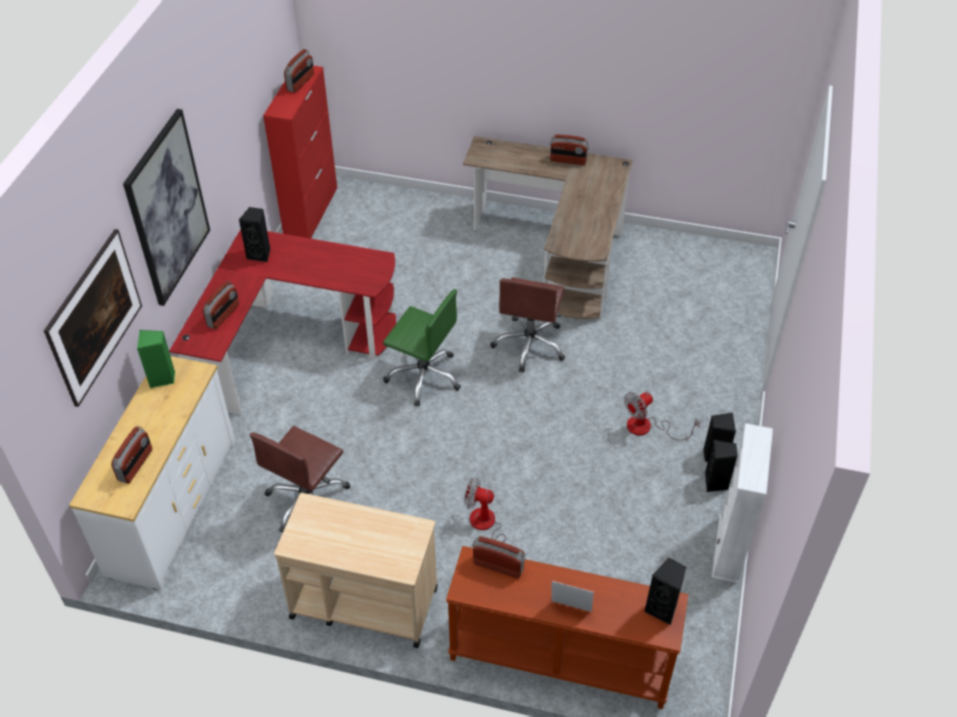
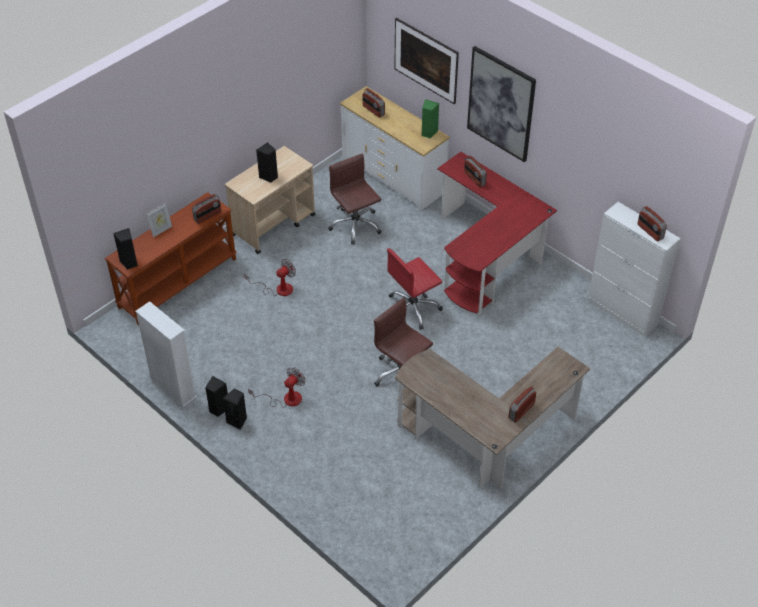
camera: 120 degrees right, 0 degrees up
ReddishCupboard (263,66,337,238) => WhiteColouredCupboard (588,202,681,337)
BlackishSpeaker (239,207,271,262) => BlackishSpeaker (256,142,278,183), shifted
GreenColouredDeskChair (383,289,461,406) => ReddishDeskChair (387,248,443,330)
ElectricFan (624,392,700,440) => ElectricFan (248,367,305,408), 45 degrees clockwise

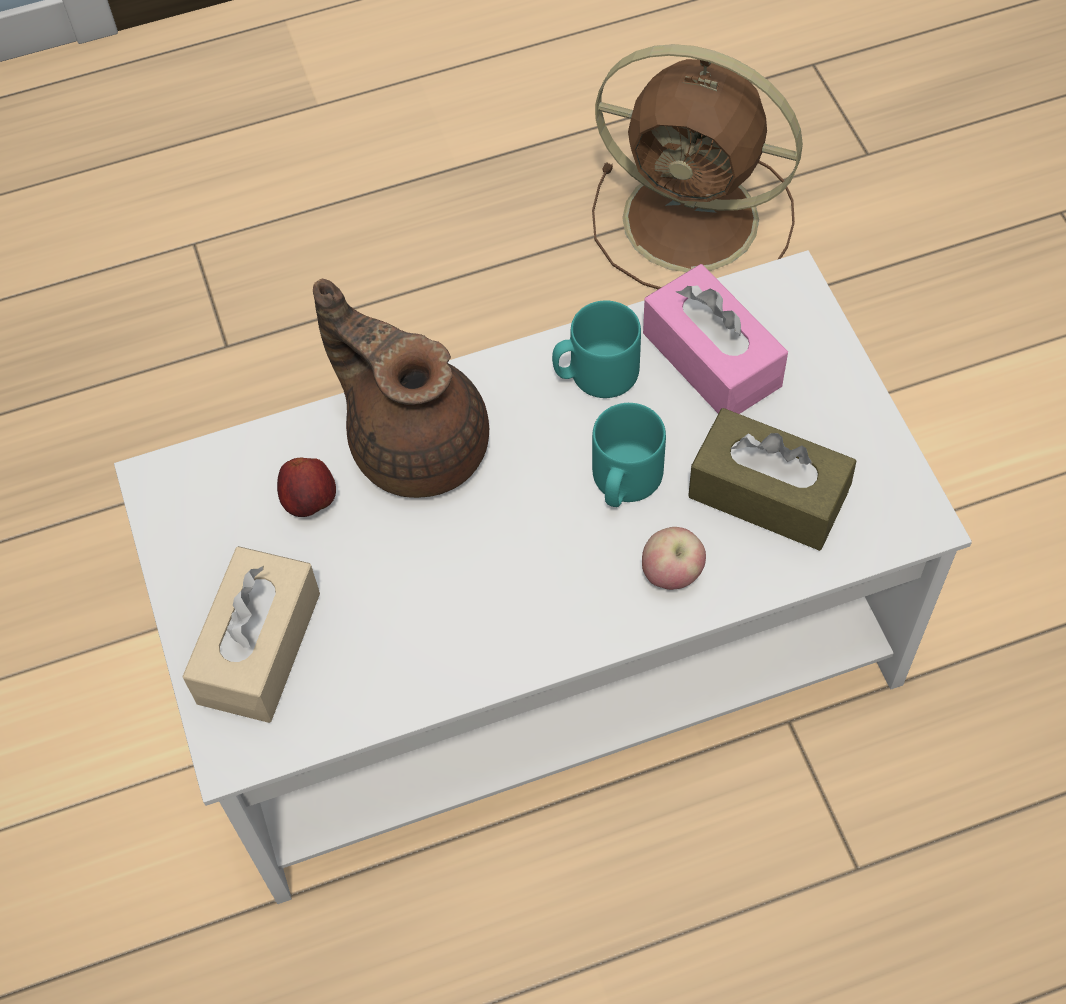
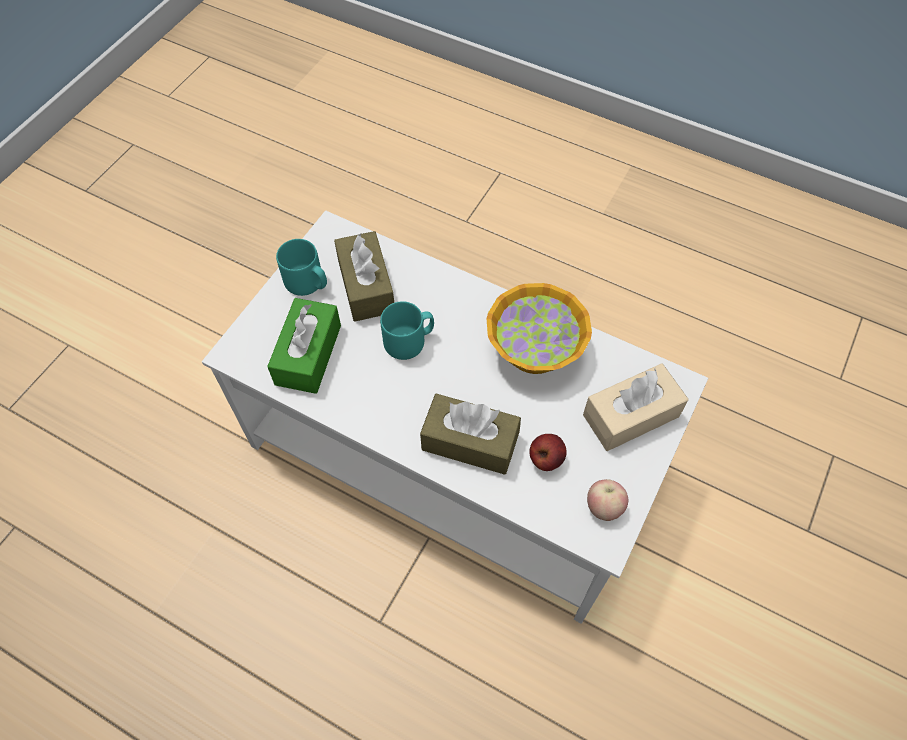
camera: 135 degrees left, 0 degrees up
BrownElectricFan (592,44,803,289) => nothing
PinkColouredTissueBox (643,264,788,414) => GreenColouredTissueBox (267,298,341,394)
BrownPotForTea (313,279,489,498) => BrownTissueBox (420,394,521,475)
TurquoiseCoffeeMug (552,300,641,398) => TurquoiseCoffeeMug (276,239,327,296), shifted
AppleFruit (642,527,706,590) => AppleFruit (587,479,628,521), shifted
nothing => DeepDish (487,283,592,374)

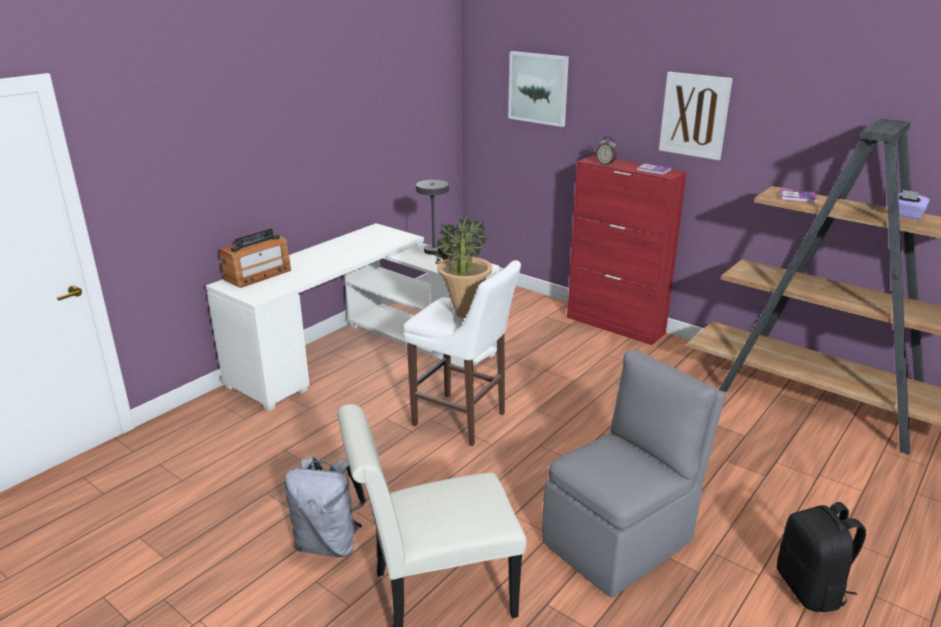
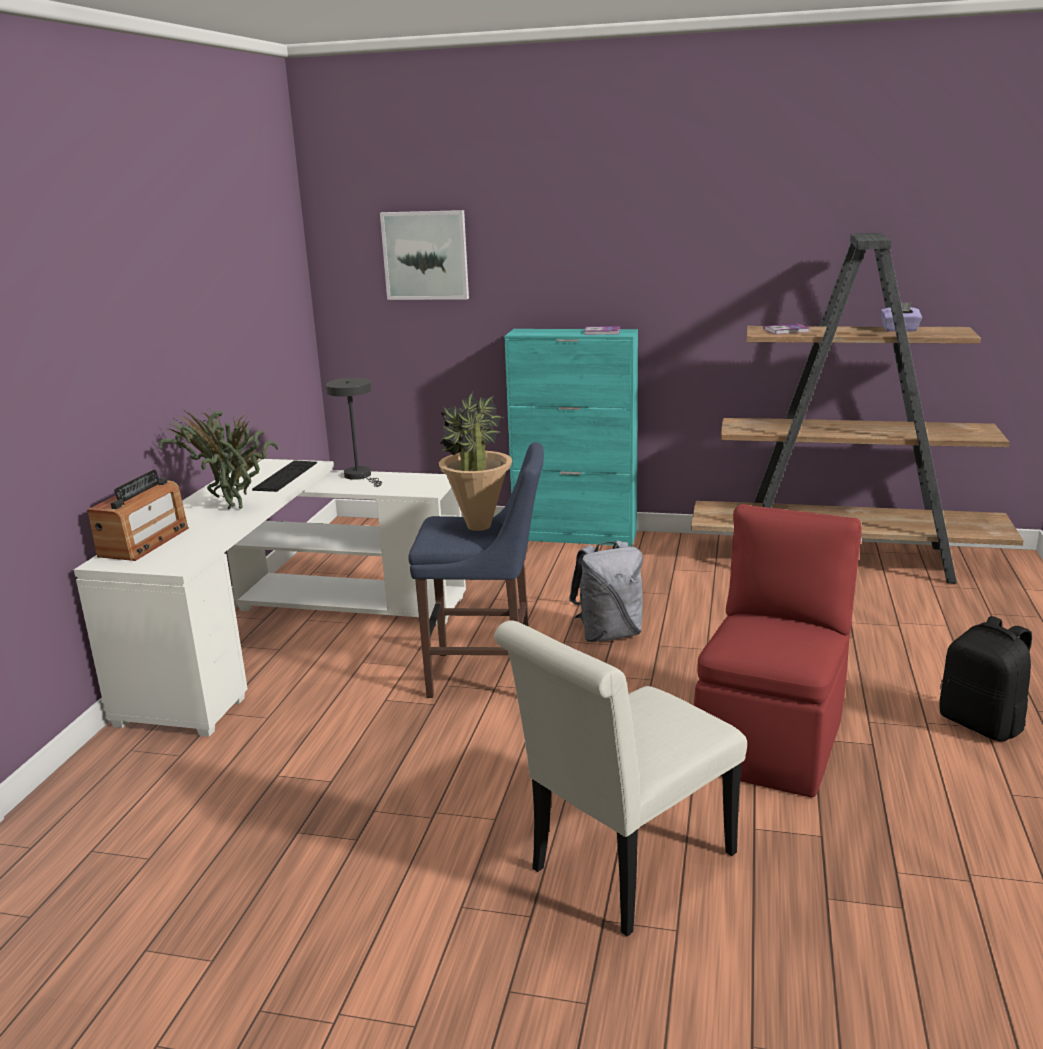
camera: 25 degrees left, 5 degrees down
WallArt (659,72,733,160) => nothing
AlarmClock (596,137,617,166) => nothing
ReddishCupboard (567,155,687,345) => TurquoiseCupboard (504,329,638,546)
WhiteColouredStoolSeat (403,260,521,446) => BlueColouredStoolSeat (408,442,544,698)
GreyUprightChair (542,349,726,597) => ReddishUprightChair (694,504,862,797)
GreyRucksack (284,457,366,557) => GreyRucksack (569,540,643,642), shifted
nothing => PlantInAPot (158,409,278,509)
nothing => PcKeyboard (252,460,317,492)

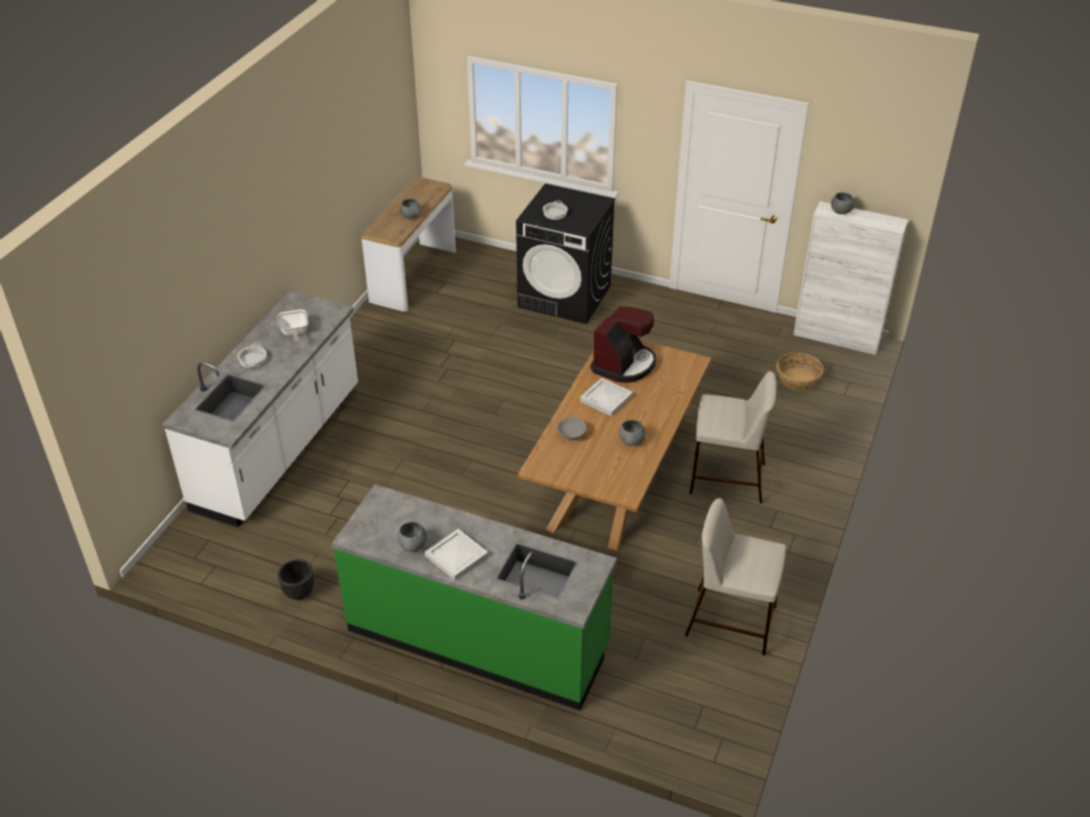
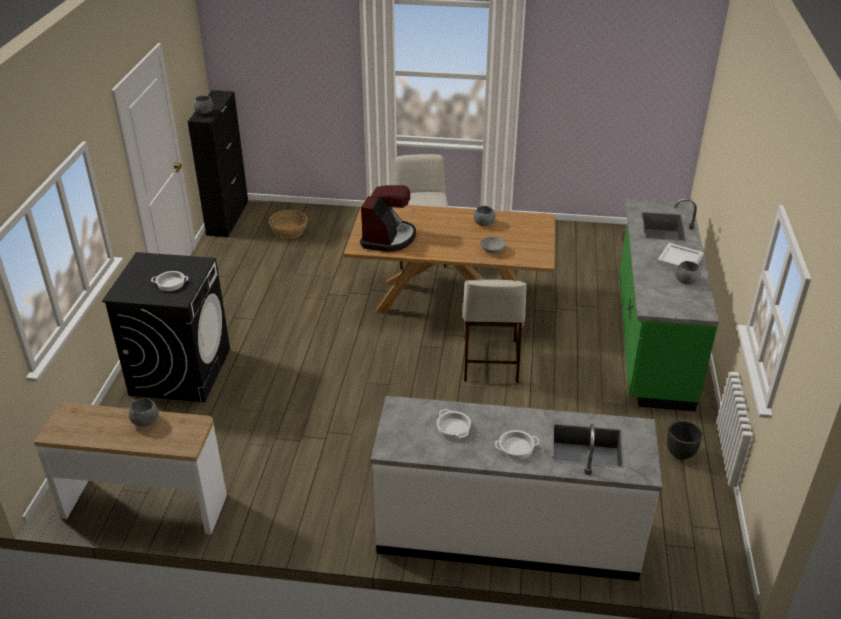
camera: 105 degrees left, 5 degrees down
WhiteColouredCupboard (793,201,908,355) => BlackishCupboard (188,90,248,237)
CoffeeMachine (590,306,656,383) => CoffeeMachine (360,185,416,252), 90 degrees clockwise
Pan (277,309,308,343) => CookingPot (436,409,471,439)
WhiteColouredCarryingTray (580,378,633,417) => nothing
BeigeColouredStoolSeat (685,498,786,656) => BeigeColouredStoolSeat (463,280,527,383), shifted

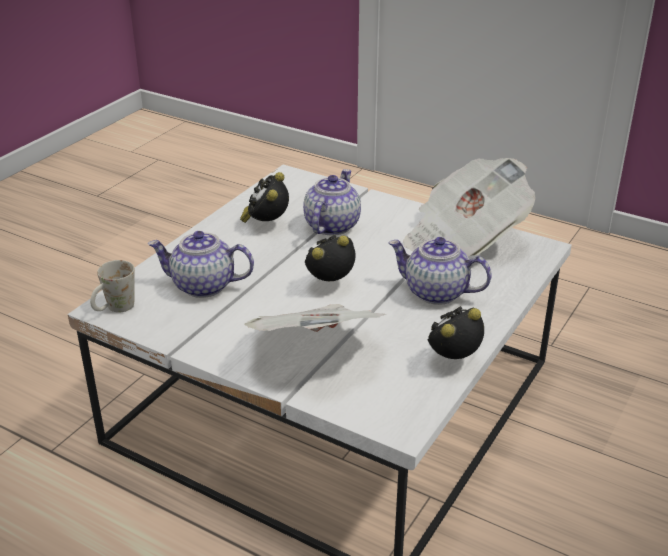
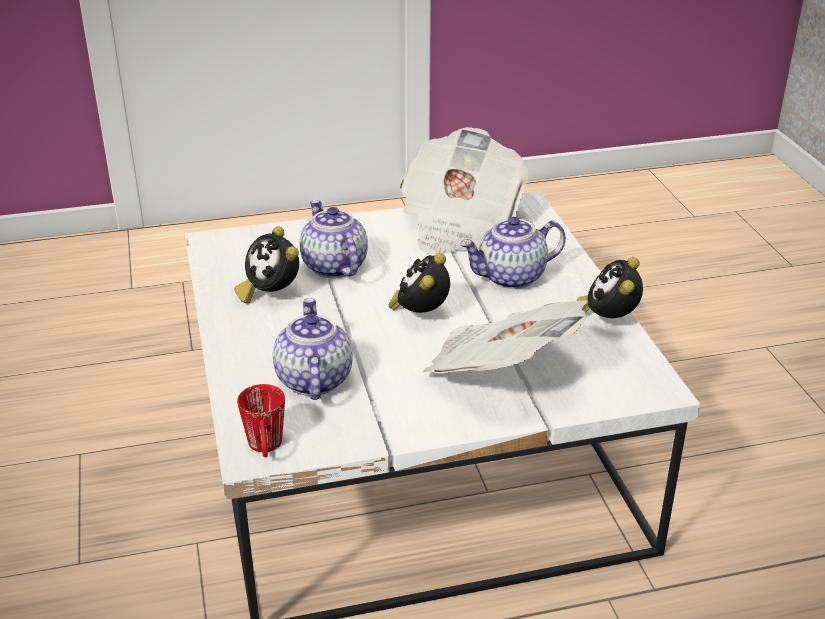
camera: 45 degrees left, 0 degrees up
PotForTea (148,231,254,298) => PotForTea (273,298,353,400), 120 degrees clockwise
WhiteColouredCoffeeMug (90,260,135,313) => ReddishCoffeeMug (237,384,285,457)

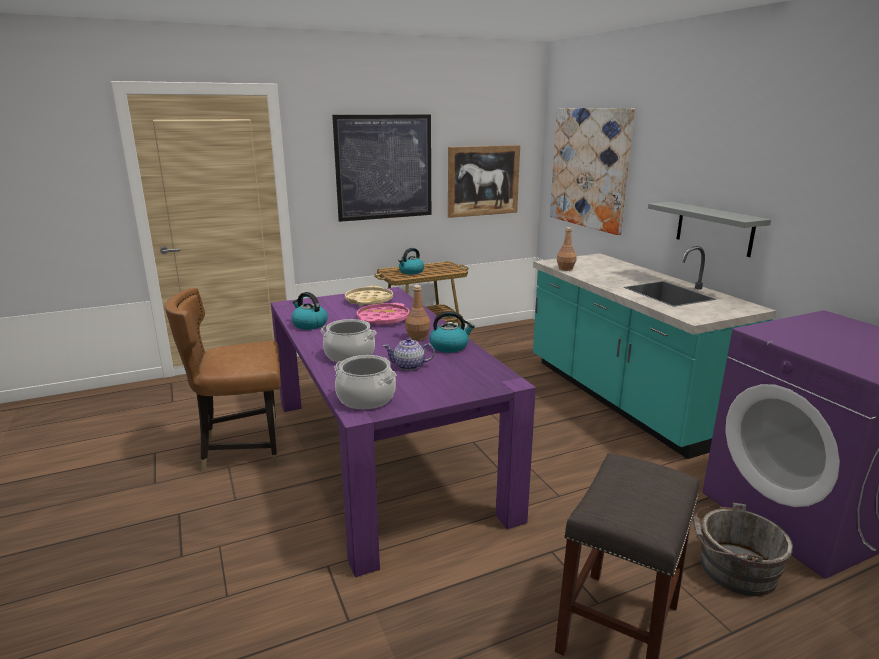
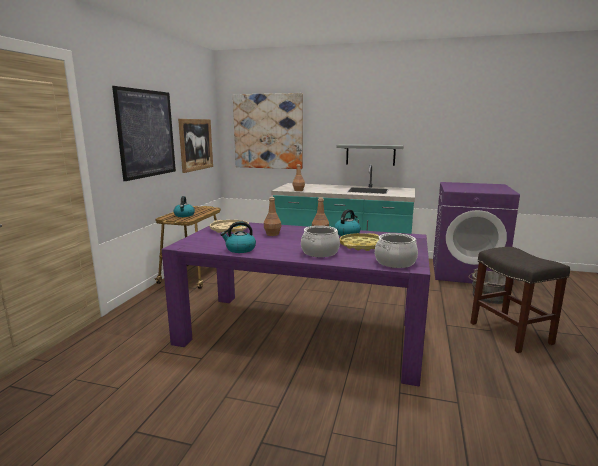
camera: 50 degrees left, 5 degrees down
BrownUprightChair (165,288,281,472) => nothing
PinkColouredCarryingTray (357,303,410,325) => BrownDrinkBottle (264,197,281,236)
PotForTea (383,338,435,370) => YellowCarryingTray (340,233,379,251)

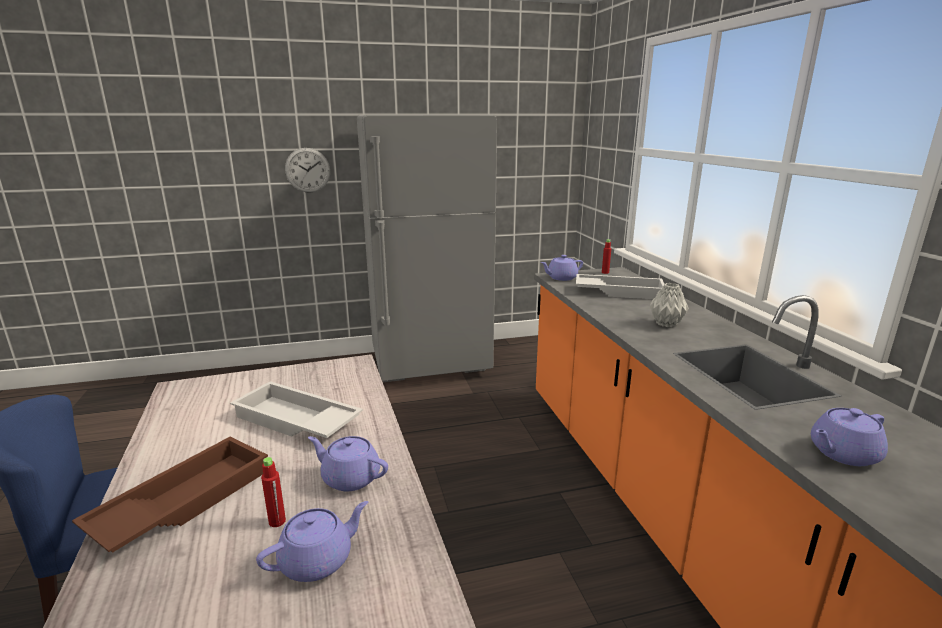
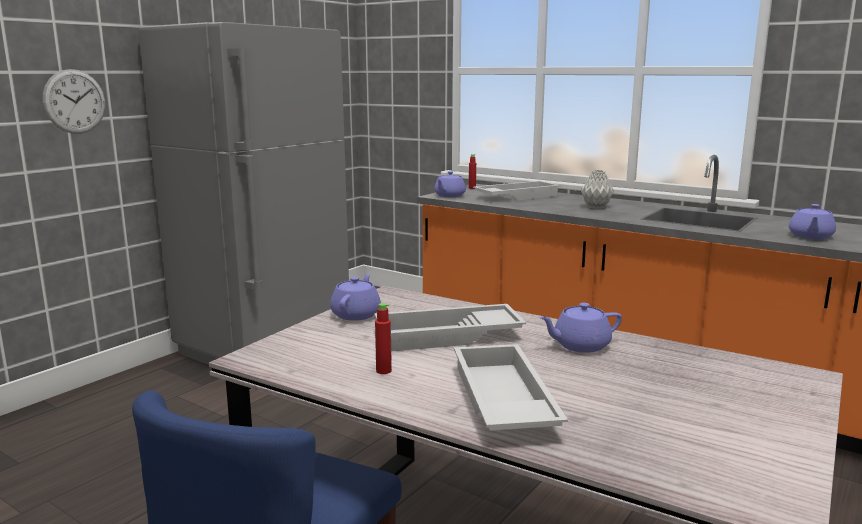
camera: 40 degrees left, 5 degrees down
BrownCarryingTray (72,436,268,553) => WhiteColouredCarryingTray (454,344,568,431)
ReddishDrinkBottle (261,457,286,527) => ReddishDrinkBottle (375,303,392,374), shifted
PurplishPotForTea (256,501,368,582) => PurplishPotForTea (330,274,381,321), shifted

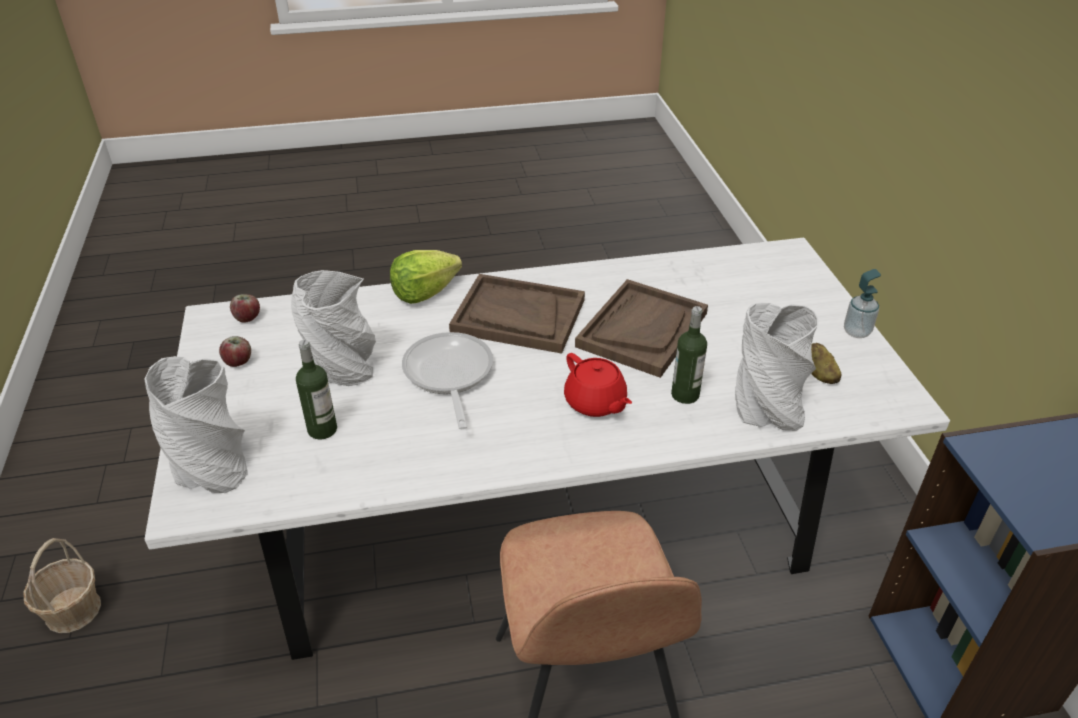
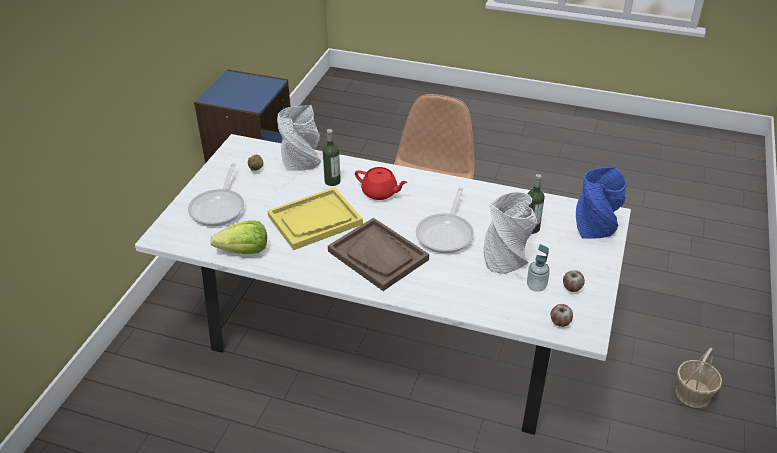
camera: 150 degrees left, 0 degrees up
HeadOfLettuce (390,250,462,304) => HeadOfLettuce (210,220,267,254), shifted
SoapDispenser (844,269,881,338) => SoapDispenser (527,244,550,292), shifted
BrownCarryingTray (575,279,708,378) => YellowCarryingTray (267,187,363,250)
ReddishPotForTea (564,353,632,417) => ReddishPotForTea (355,167,408,200), 120 degrees clockwise
GreyDecorativeVase (145,356,248,493) => BlueColouredDecorativeVase (576,167,626,238)
nothing => Pan (188,163,244,226)

